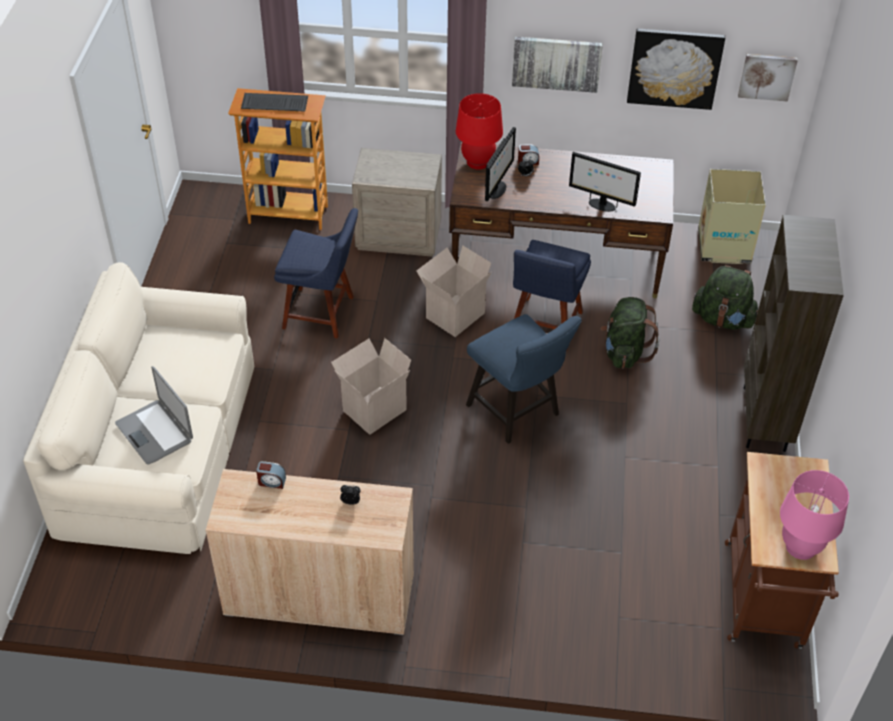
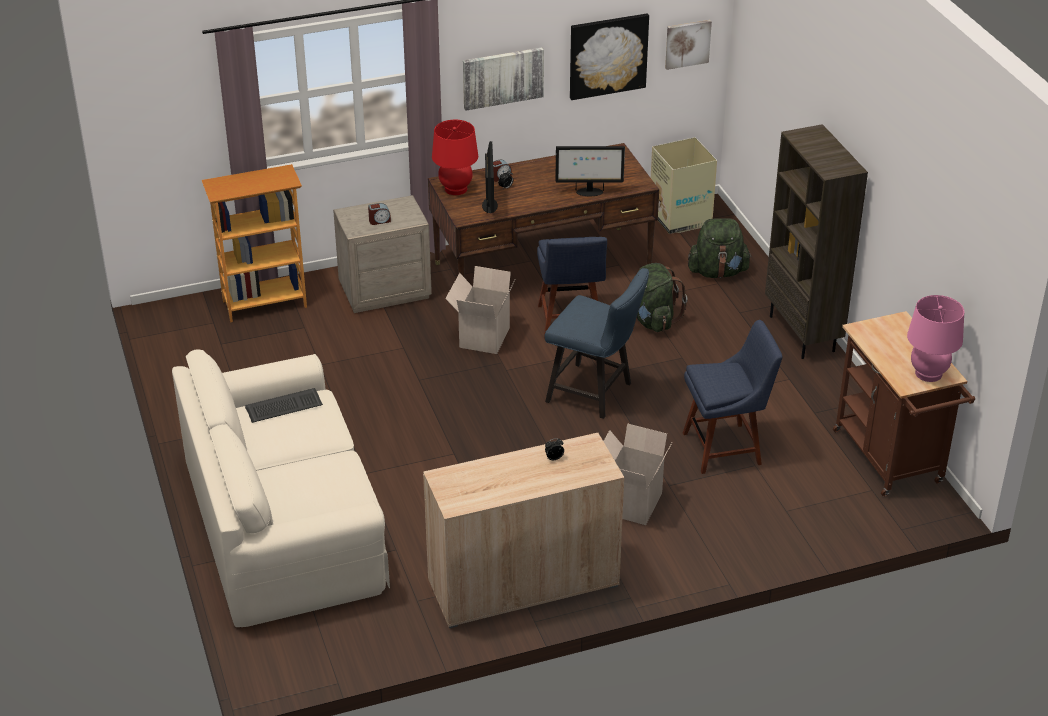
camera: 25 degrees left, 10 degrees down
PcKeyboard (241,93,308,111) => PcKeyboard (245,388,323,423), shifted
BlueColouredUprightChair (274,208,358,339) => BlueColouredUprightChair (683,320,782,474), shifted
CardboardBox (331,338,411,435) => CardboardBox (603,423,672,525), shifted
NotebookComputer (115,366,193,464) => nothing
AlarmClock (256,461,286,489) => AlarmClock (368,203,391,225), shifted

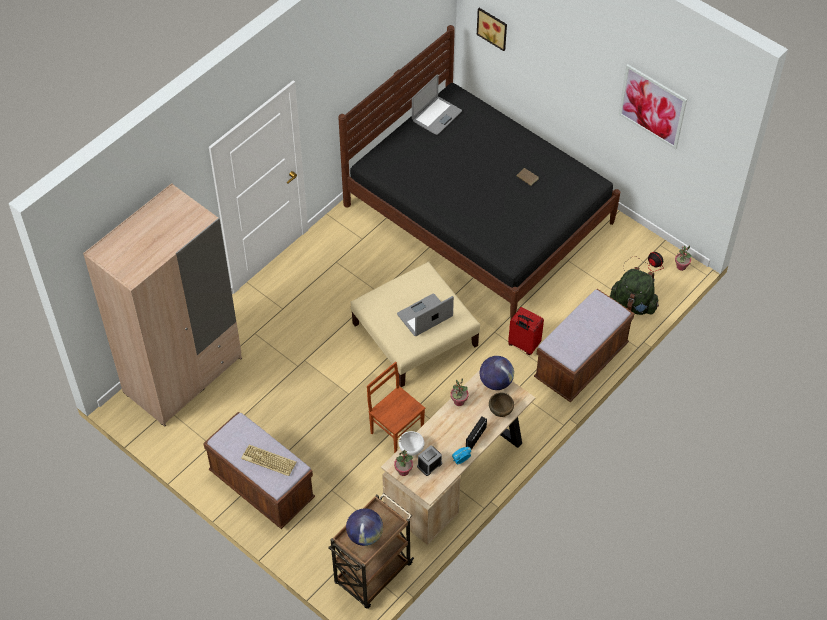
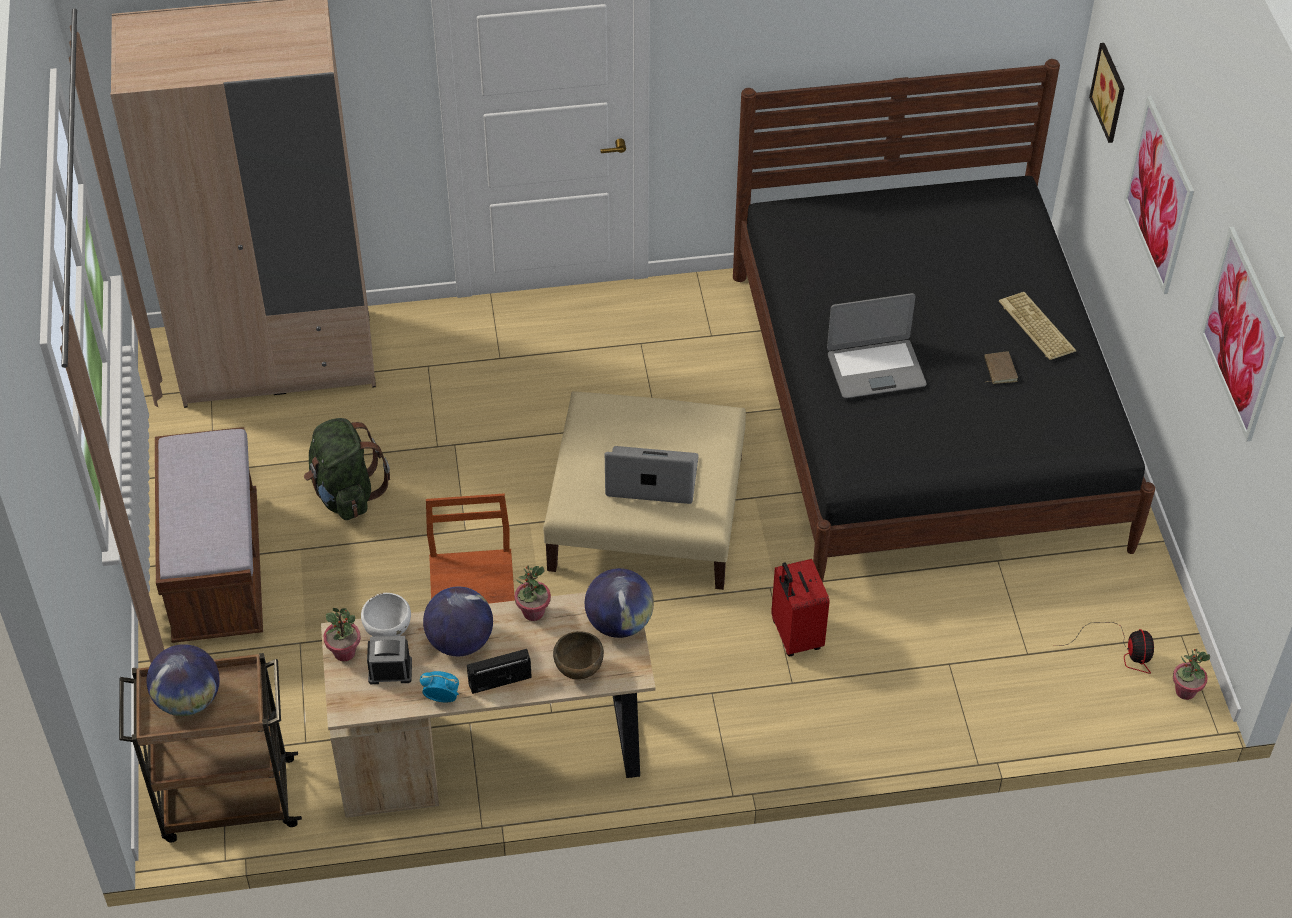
camera: 40 degrees right, 5 degrees down
NotebookComputer (412,74,462,135) => NotebookComputer (827,293,927,398), shifted
GreenColouredRucksack (610,267,659,315) => GreenColouredRucksack (304,418,390,520), shifted
BrownIndoorBench (534,289,635,402) => nothing
PcKeyboard (241,445,297,476) => PcKeyboard (999,292,1076,360), shifted
nothing => WallArt (1124,96,1194,294)
nothing => Globe (423,587,493,656)

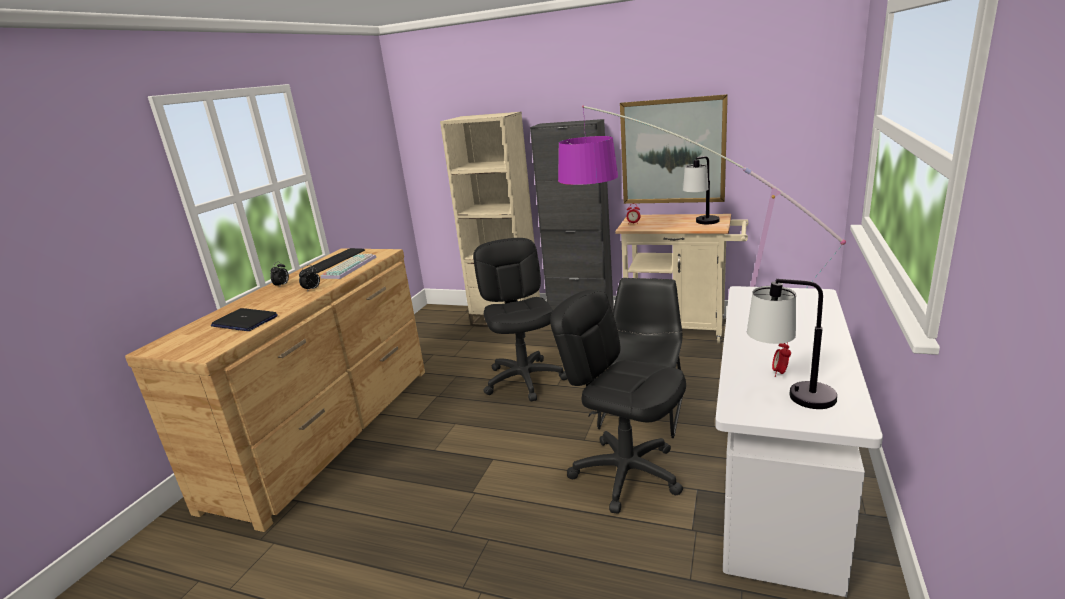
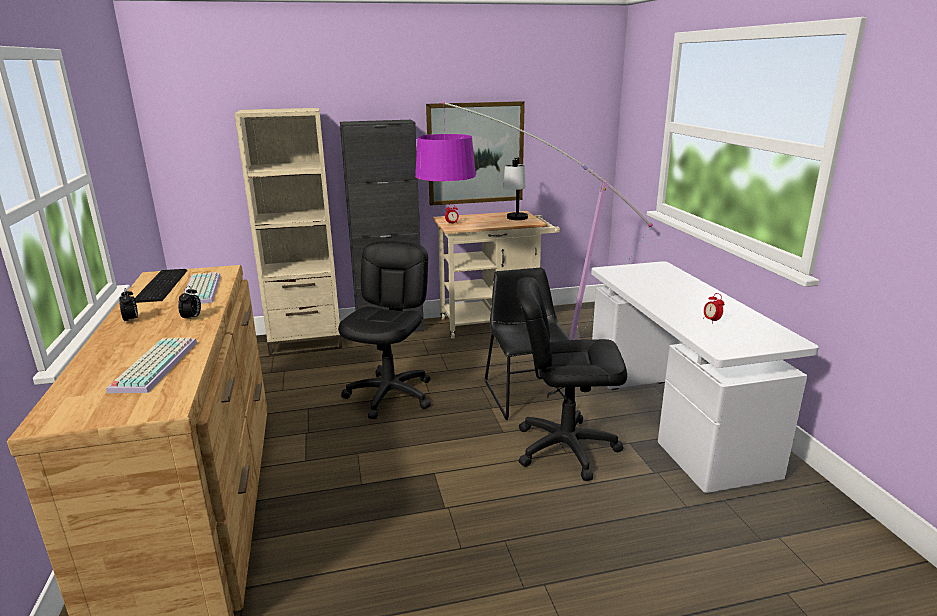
camera: 35 degrees left, 0 degrees up
BlackishDeskChair (473,238,567,401) => BlackishDeskChair (338,241,431,419), 60 degrees clockwise
LampForATable (747,279,837,409) => nothing
NotebookComputer (211,308,278,331) => PcKeyboard (106,338,197,393)

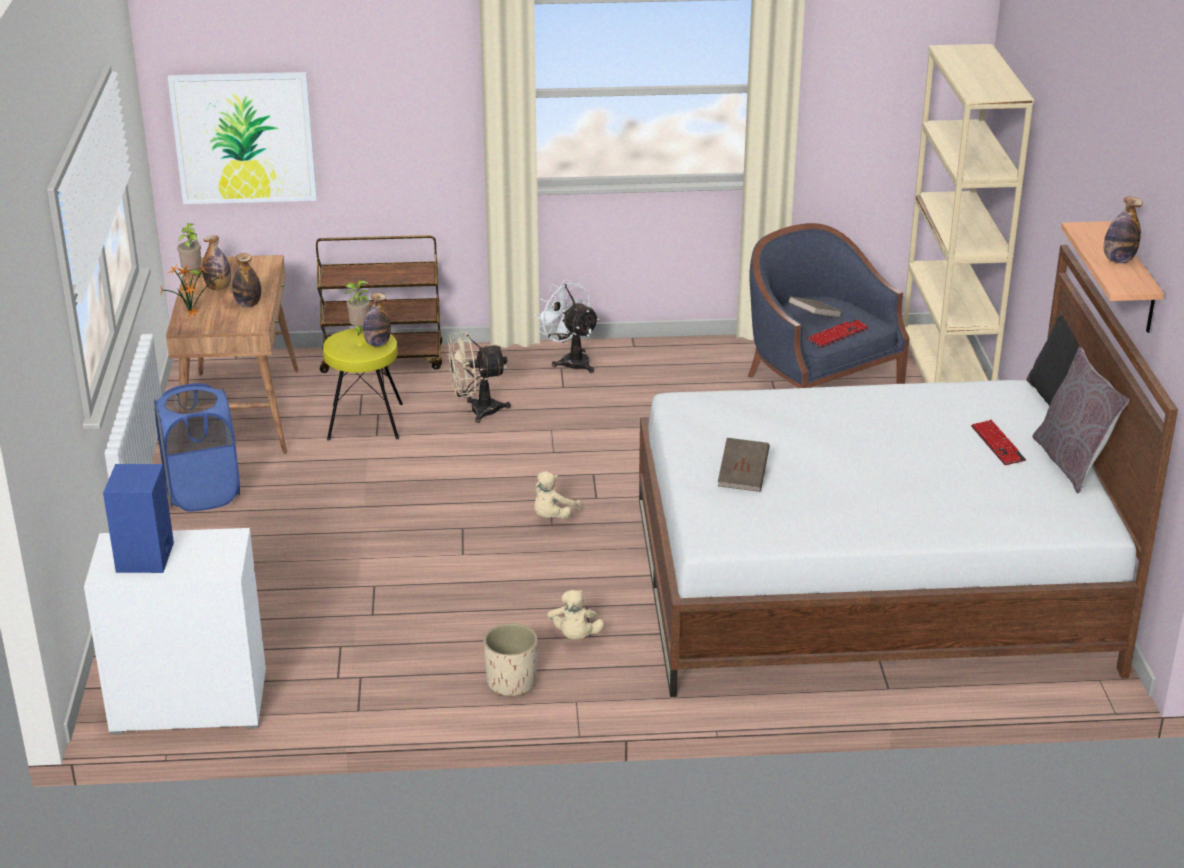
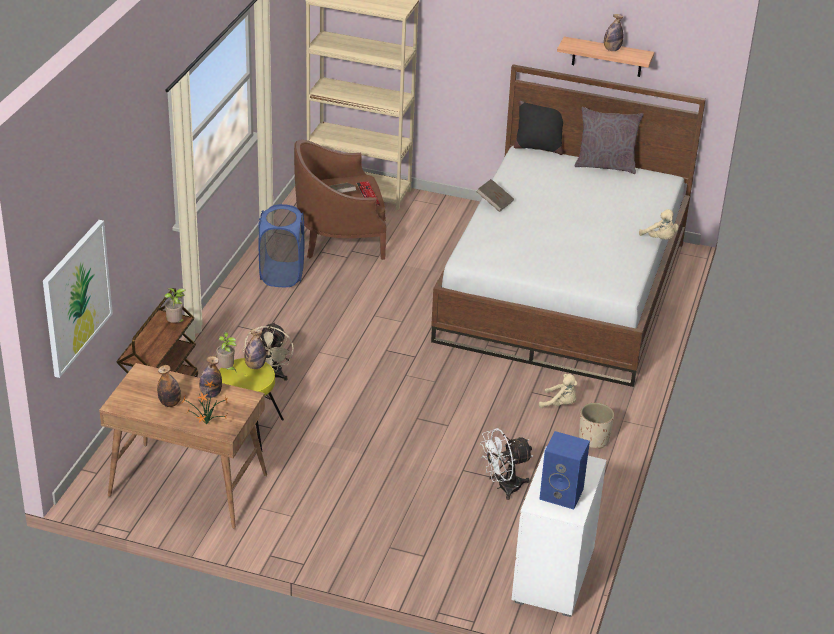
camera: 70 degrees left, 5 degrees up
PlantInAPot (177,223,202,278) => PlantInAPot (164,288,186,323), shifted
BlueColouredEasyChair (748,223,909,388) => BrownEasyChair (294,140,386,260)
WhiteColouredElectricFan (534,279,599,373) => WhiteColouredElectricFan (480,428,533,500), shifted
BlueColouredHamper (154,383,240,512) => BlueColouredHamper (259,204,304,287), shifted
PcKeyboard (971,420,1026,465) => nothing
BrownBook (718,438,770,492) => BrownBook (476,179,514,212), shifted
BeigeColouredCuddlyToy (534,471,582,519) => BeigeColouredCuddlyToy (639,209,679,240), shifted

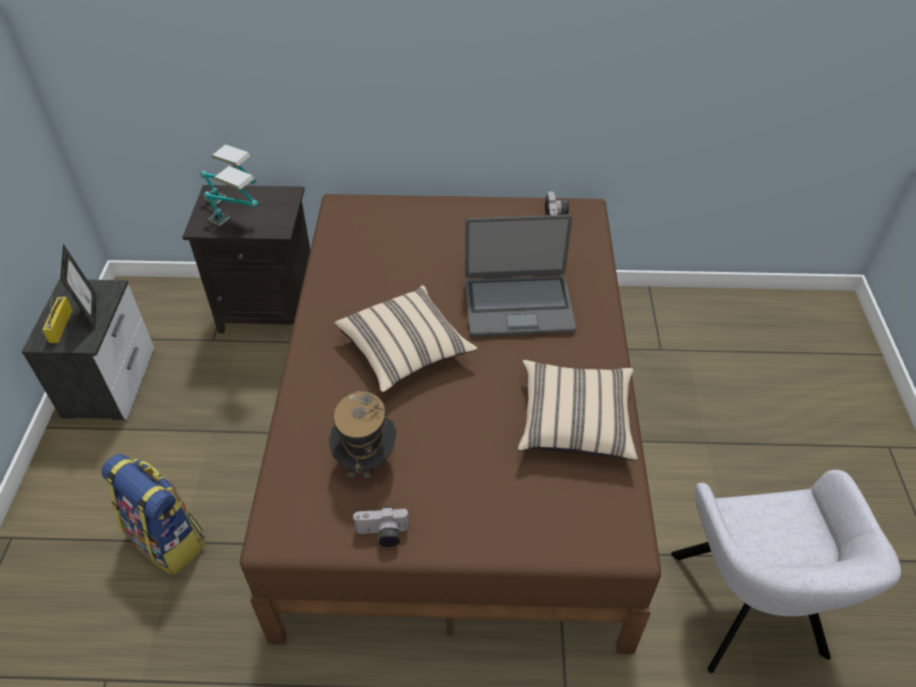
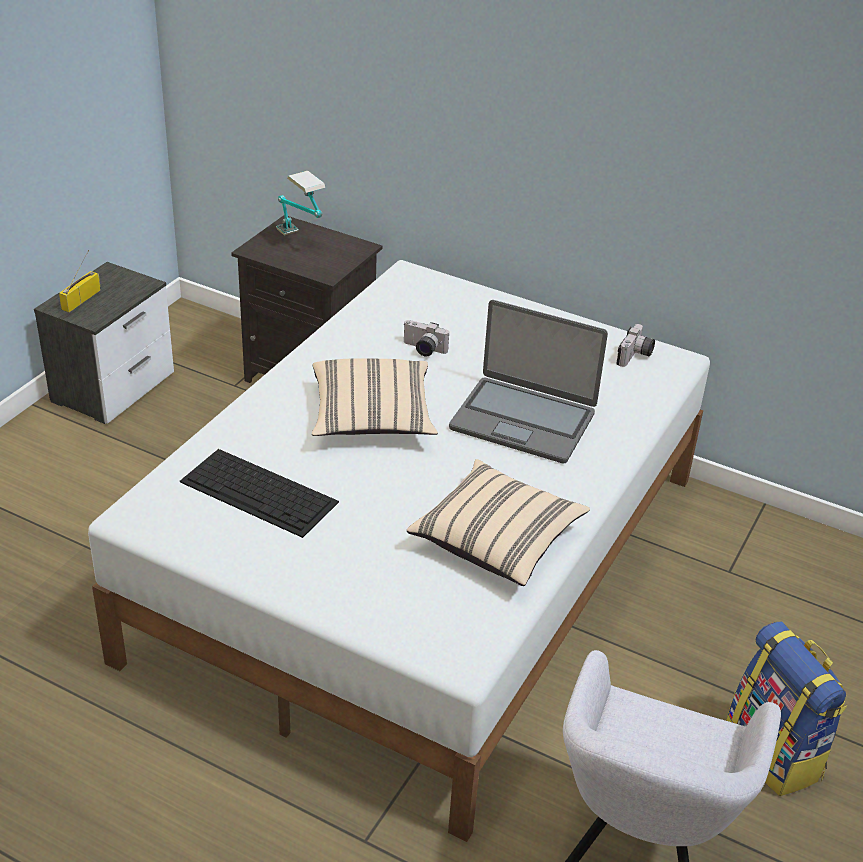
camera: 25 degrees right, 10 degrees down
LampForATable (203,166,259,226) => nothing
BrownSleepingBed (240,194,661,654) => WhiteColouredSleepingBed (88,260,710,842)
PictureFrame (60,244,96,329) => nothing
WearableHat (329,390,396,488) => PcKeyboard (180,449,339,538)
Rucksack (101,454,205,575) => Rucksack (726,621,847,796), shifted
StillCamera (353,506,409,547) => StillCamera (403,320,449,357), shifted

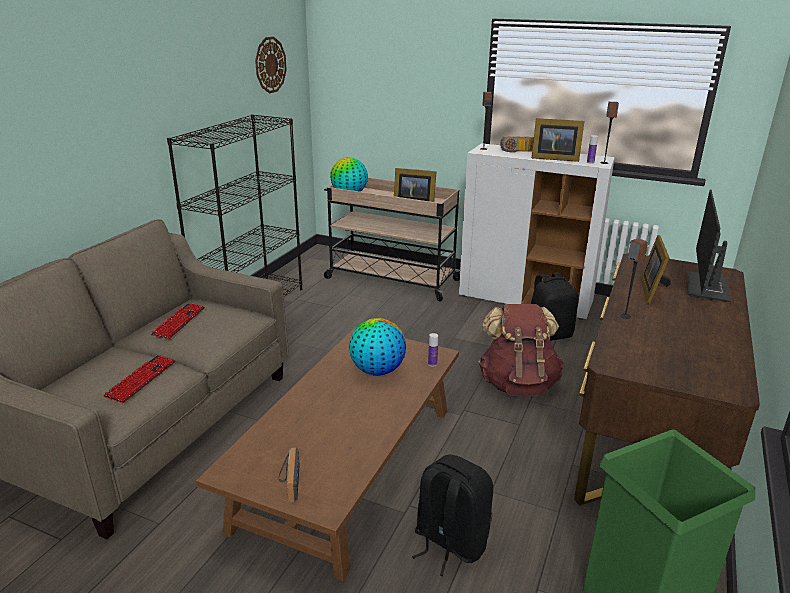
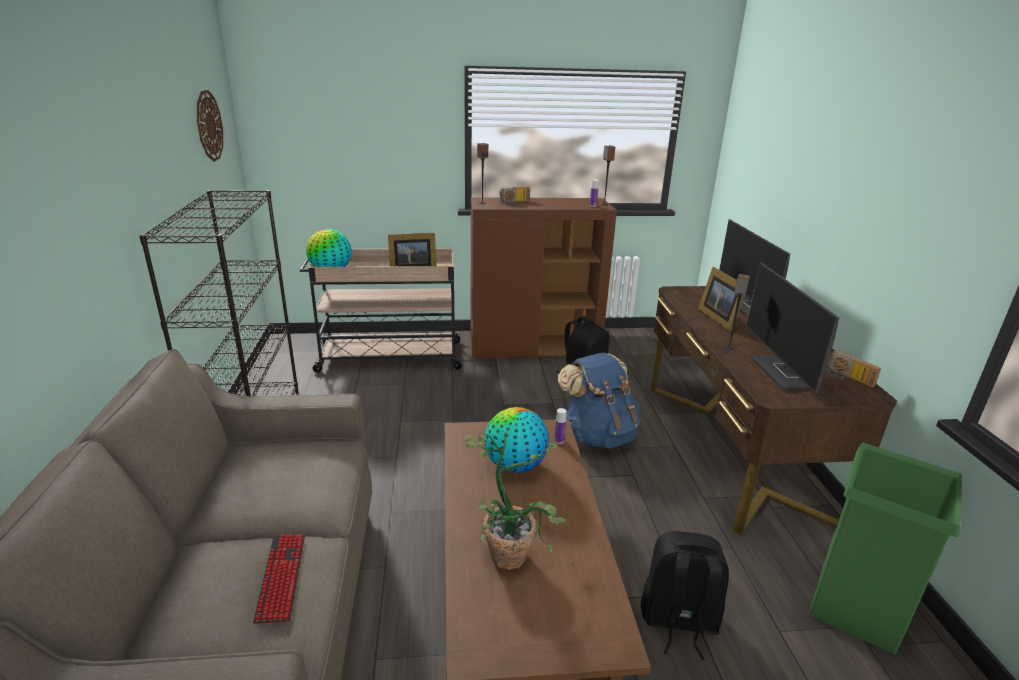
camera: 30 degrees left, 0 degrees up
PictureFrame (532,118,584,162) => nothing
WhiteColouredCupboard (459,143,615,320) => BrownCupboard (471,197,617,359)
PcKeyboard (151,303,205,339) => nothing
BrownRucksack (478,304,564,396) => BlueColouredRucksack (558,353,640,449)
RadioSet (278,447,300,503) => RadioSet (826,350,881,388), shifted
nothing => ComputerScreen (746,262,839,393)
nothing => PlantInAPot (464,432,566,570)

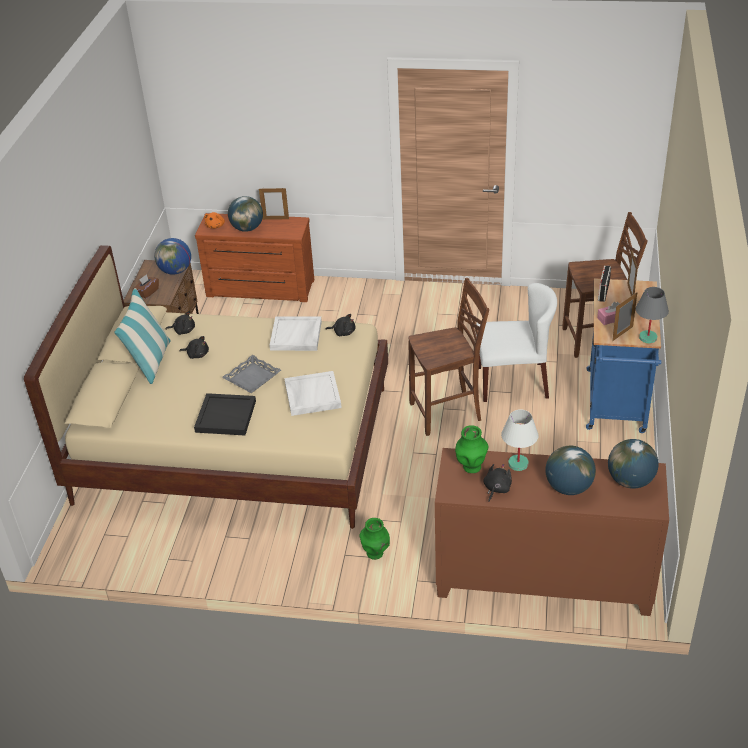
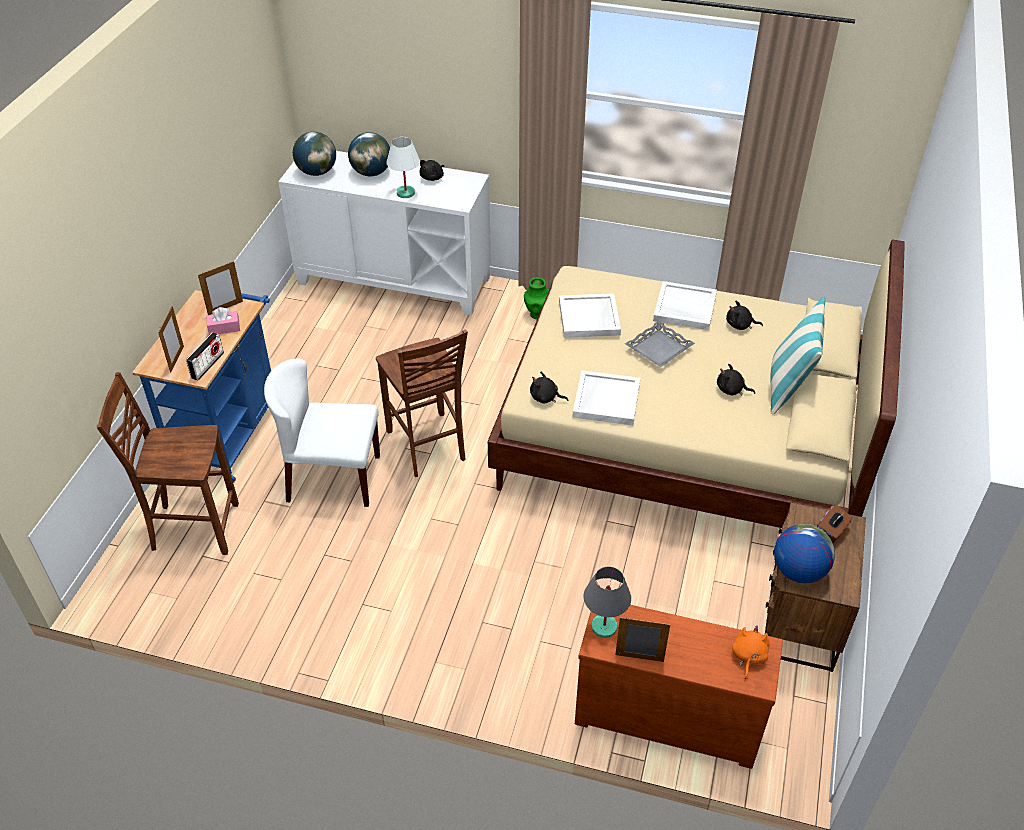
camera: 175 degrees left, 5 degrees up
Globe (228,196,263,232) => nothing
BrownUprightChair (408,278,489,436) => BrownUprightChair (376,329,468,477), 105 degrees counterclockwise
GreyLampForATable (636,287,669,343) => GreyLampForATable (583,566,631,638), shifted
BlackishCuddlyToy (166,312,195,335) => BlackishCuddlyToy (726,301,763,330), shifted
BlackishCarryingTray (194,393,256,435) => WhiteColouredCarryingTray (653,281,717,330)
GreenColouredDecorativeVase (455,425,489,473) => nothing
BrownCupboard (435,448,669,616) => WhiteColouredCupboard (278,151,491,316)

